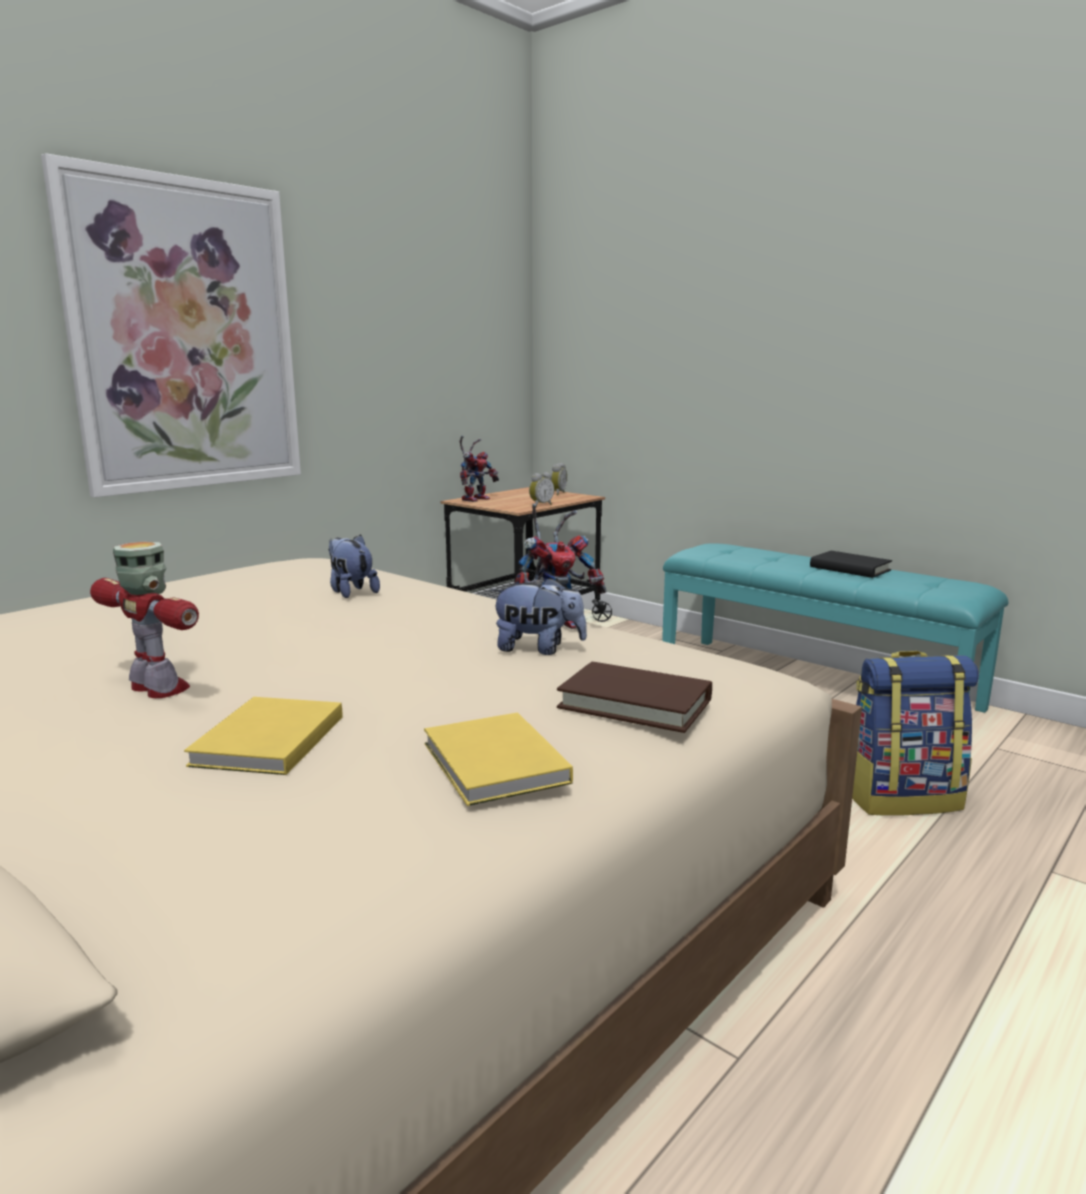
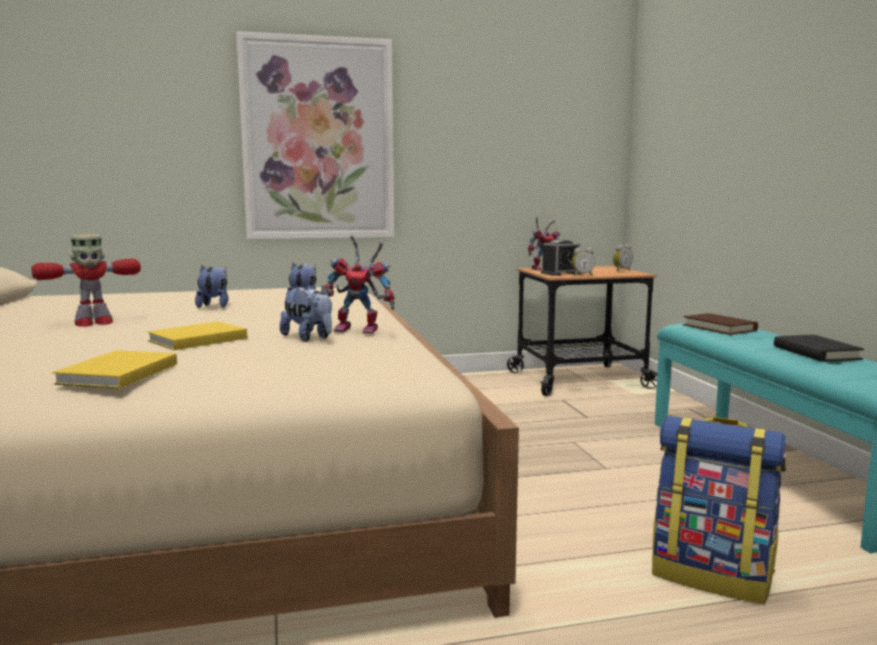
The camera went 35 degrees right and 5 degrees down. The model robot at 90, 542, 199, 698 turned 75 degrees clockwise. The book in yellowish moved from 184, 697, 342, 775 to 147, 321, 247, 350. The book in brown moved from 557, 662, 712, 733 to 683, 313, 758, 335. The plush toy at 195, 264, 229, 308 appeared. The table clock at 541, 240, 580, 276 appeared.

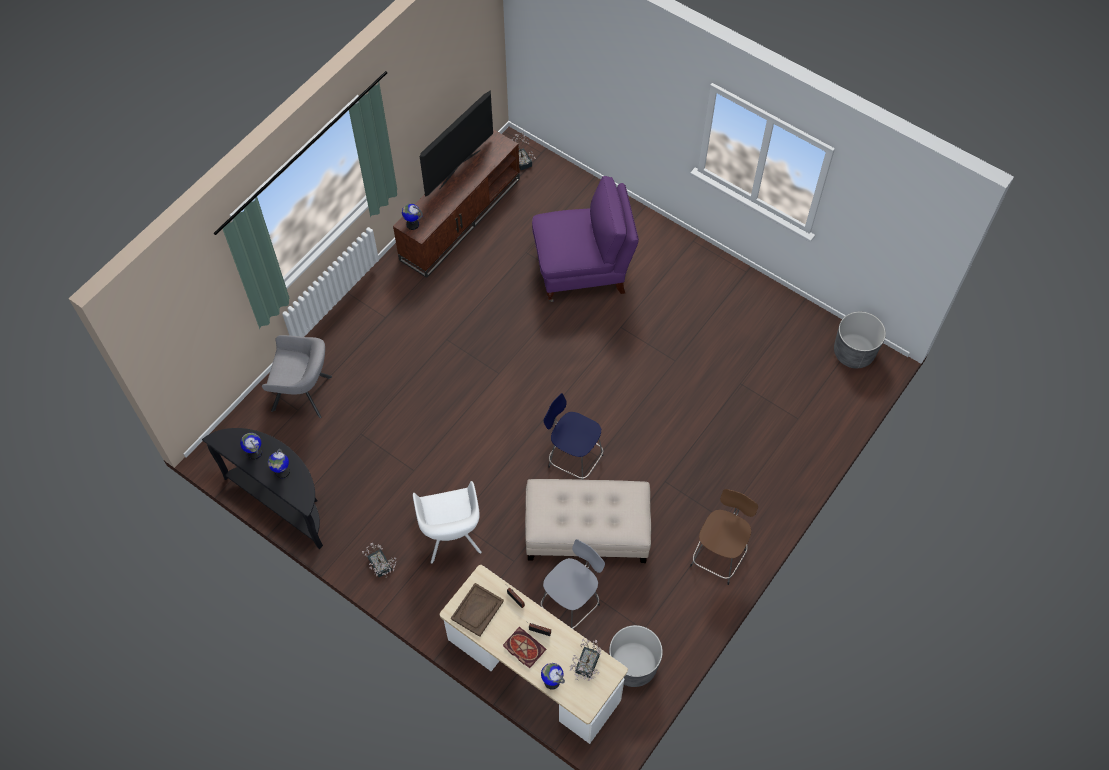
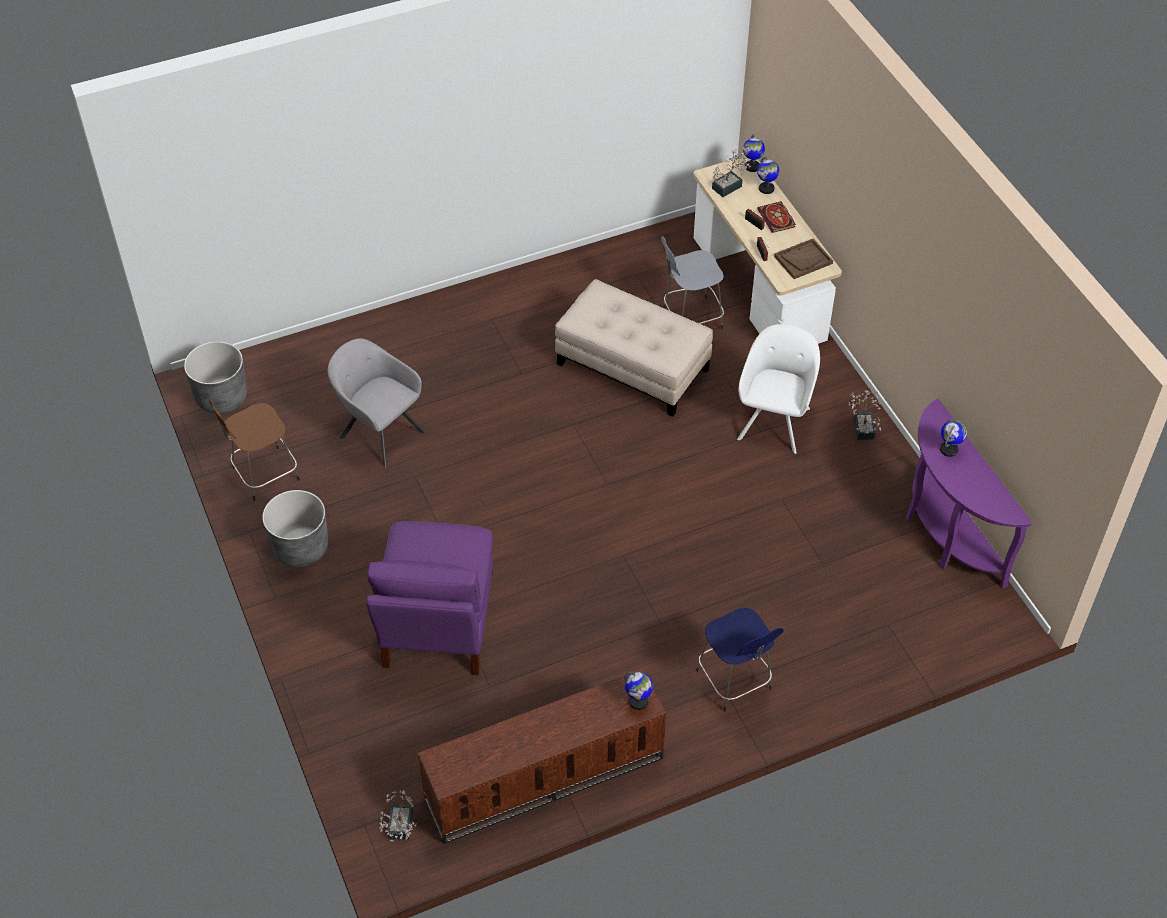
The camera went 150 degrees left and 10 degrees down. The narrow table in black-coloured at 202, 428, 323, 549 became the narrow table in purplish at 906, 398, 1032, 588. The world globe moved from 240, 433, 262, 460 to 743, 134, 765, 172. The lounge chair in gray moved from 262, 335, 332, 418 to 328, 338, 426, 468. The television at 420, 90, 493, 197 disappeared. The lounge chair in purplish at 532, 176, 639, 302 turned 105 degrees counterclockwise. The stool seat in blue-coloured moved from 544, 393, 603, 480 to 696, 608, 784, 712. The flower pot in gray moved from 609, 625, 663, 687 to 262, 490, 328, 567. The stool seat in brown moved from 690, 489, 758, 585 to 209, 400, 300, 501.

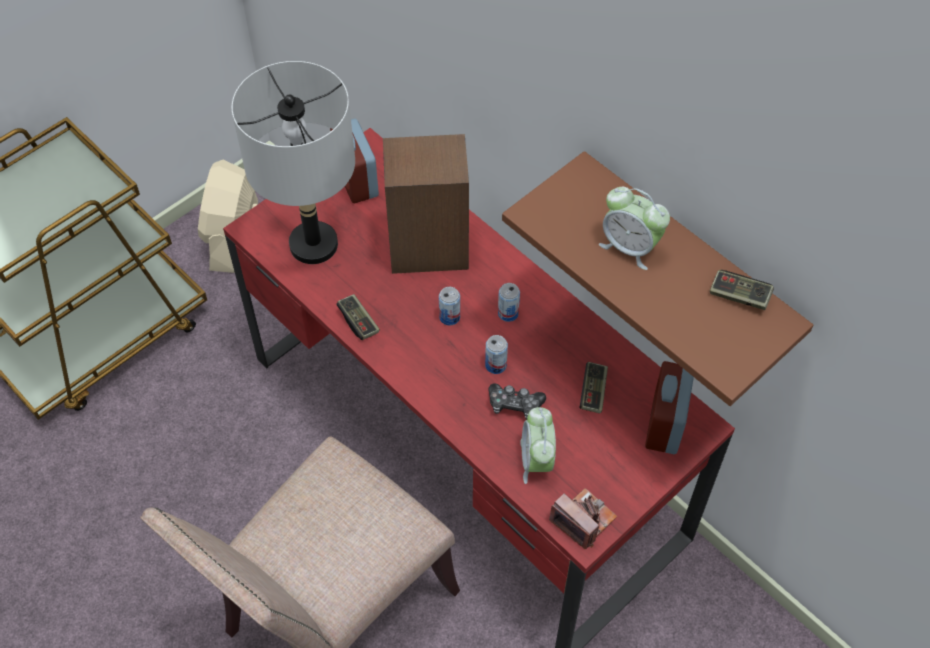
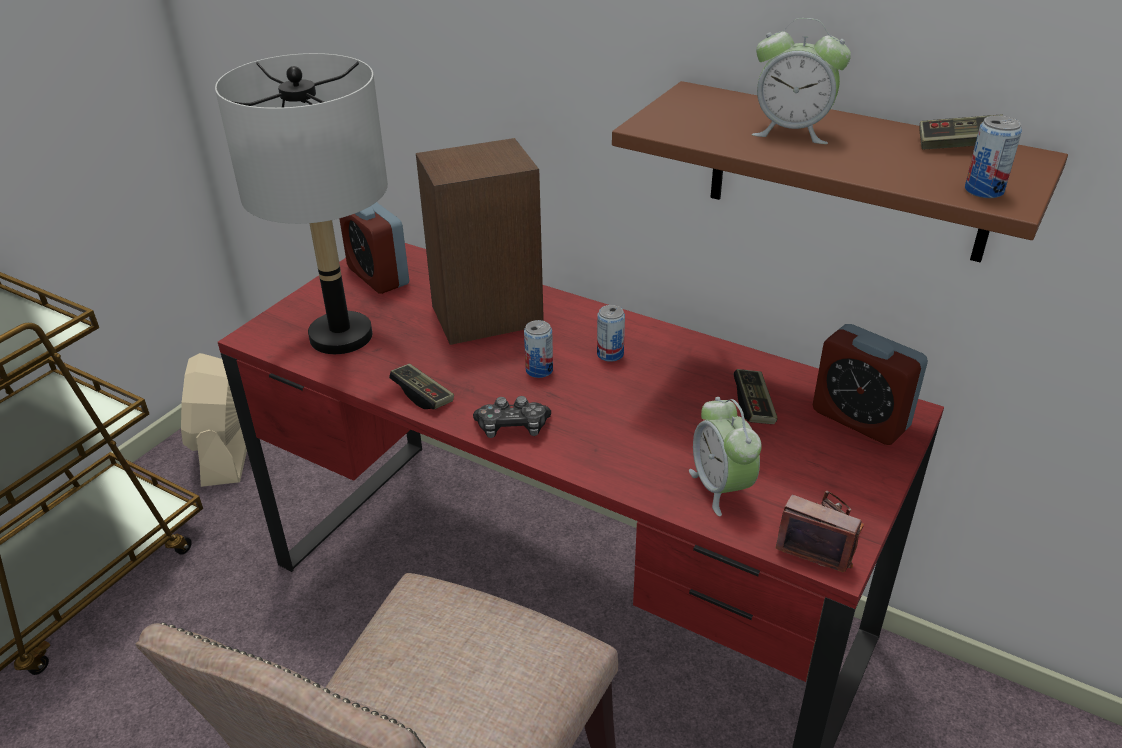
The camera went 15 degrees left and 20 degrees down. The can moved from 485, 335, 508, 374 to 965, 115, 1022, 198. The joypad moved from 488, 384, 546, 419 to 473, 396, 551, 438. The table clock at 645, 361, 694, 454 turned 45 degrees counterclockwise.

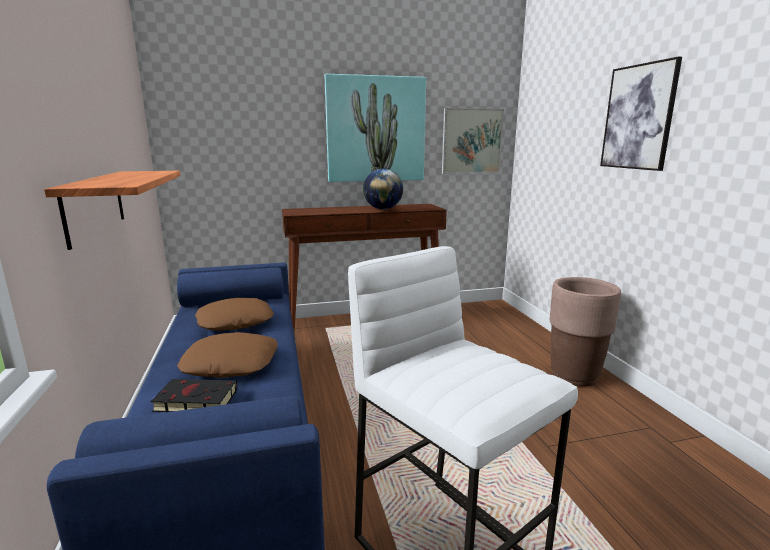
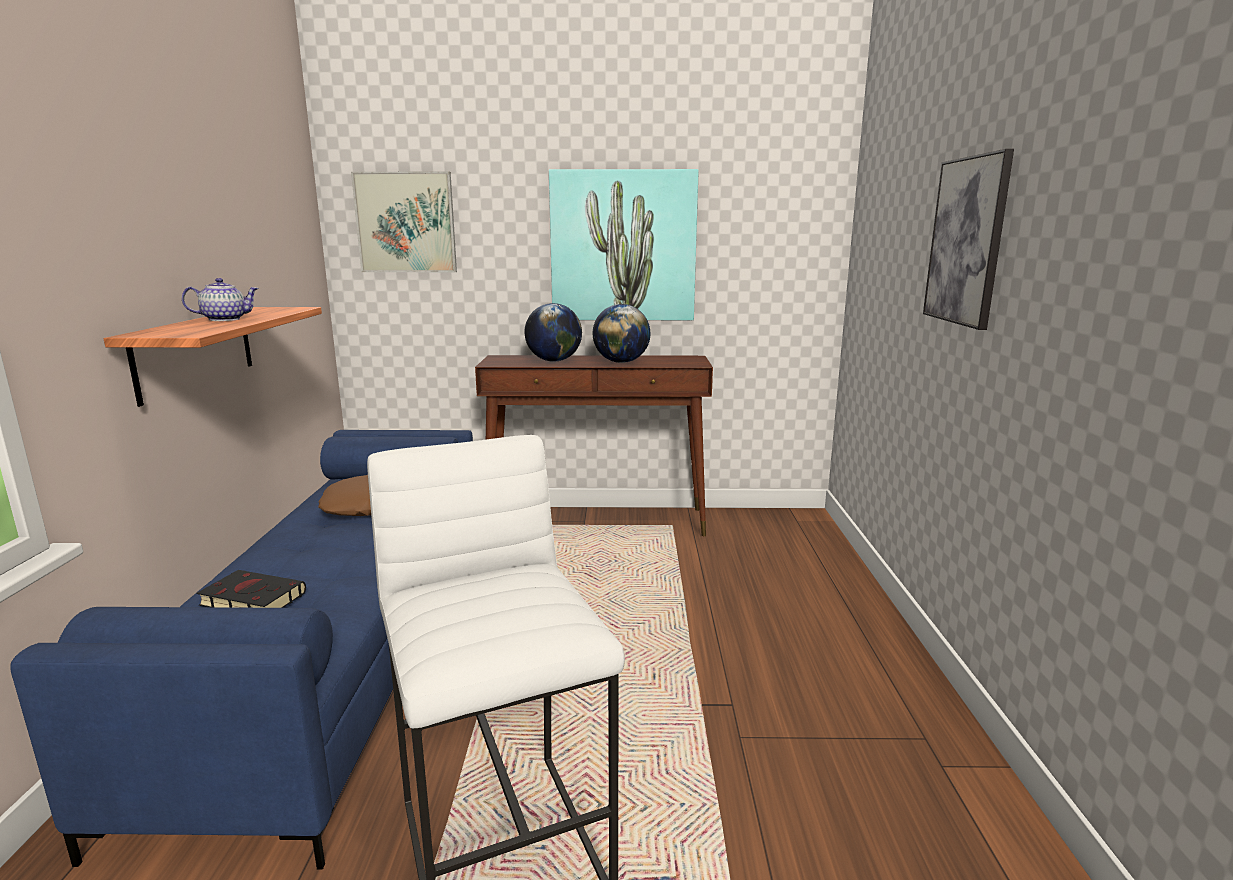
The camera went 15 degrees right and 0 degrees up. The cushion in brown at 177, 332, 277, 378 disappeared. The picture moved from 442, 108, 504, 174 to 351, 172, 457, 272. The flower pot in brown at 550, 277, 621, 387 disappeared. The teapot at 182, 278, 259, 321 appeared. The world globe at 525, 303, 582, 362 appeared.

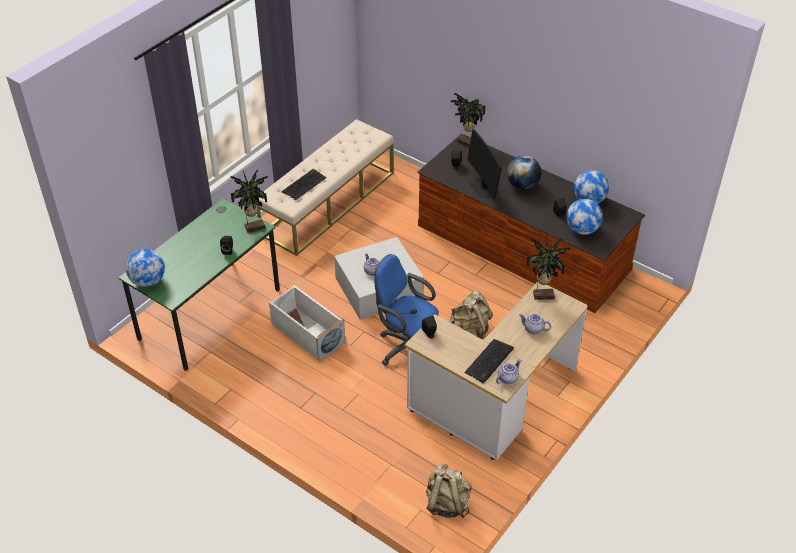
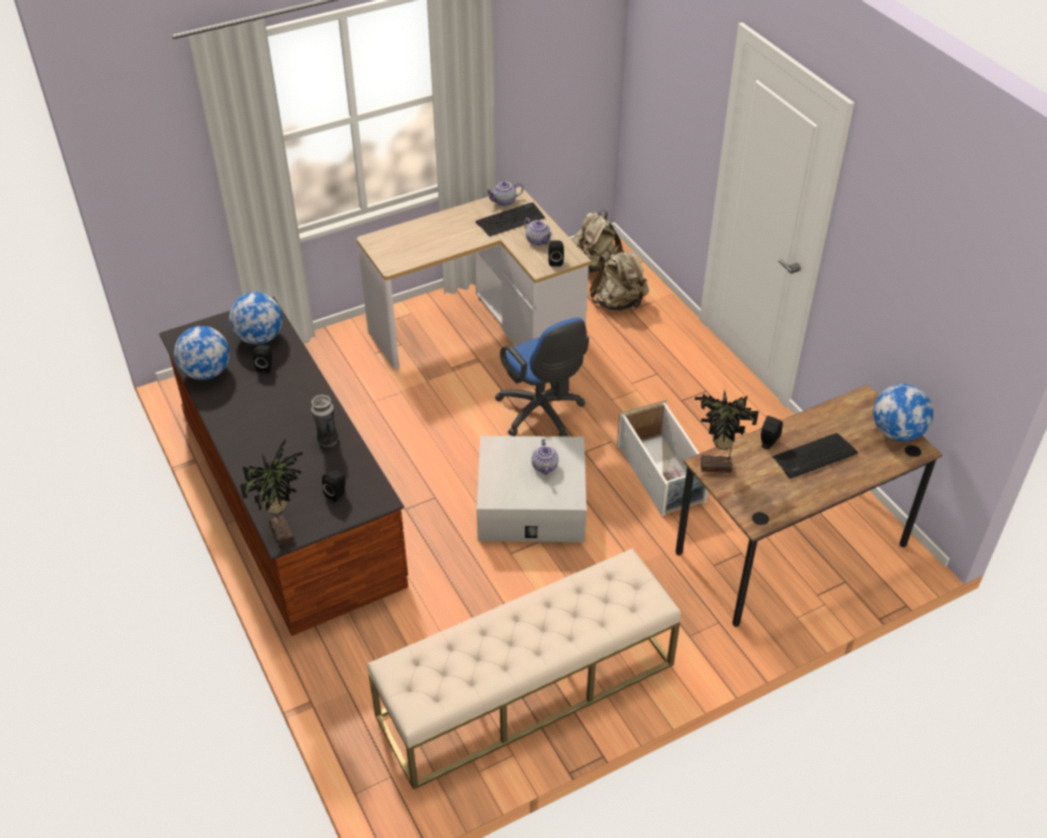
The camera went 155 degrees left and 0 degrees up. The desk unit in green-coloured at 118, 198, 280, 371 became the desk unit in brown at 675, 384, 943, 627. The computer keyboard moved from 282, 169, 326, 200 to 772, 433, 858, 479. The rucksack in sand-coloured moved from 449, 291, 493, 339 to 590, 245, 649, 310. The computer screen at 467, 129, 502, 199 was replaced by the vase at 311, 395, 339, 447. The world globe at 507, 155, 541, 190 disappeared. The teapot moved from 519, 314, 551, 334 to 523, 218, 553, 246. The plant in a pot at 527, 237, 571, 300 disappeared.

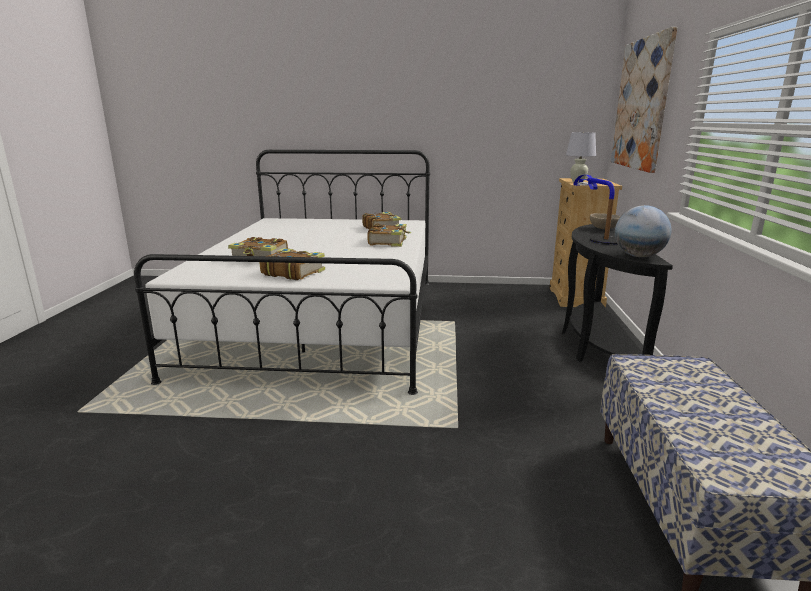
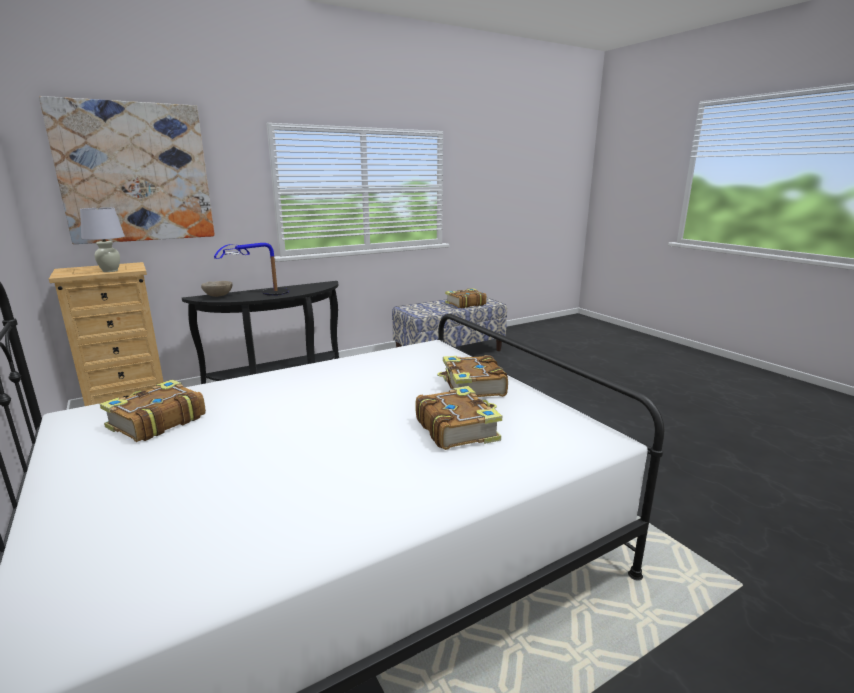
The camera went 125 degrees left and 0 degrees up. The book moved from 367, 223, 412, 247 to 445, 288, 487, 308. The world globe at 615, 205, 671, 257 disappeared.

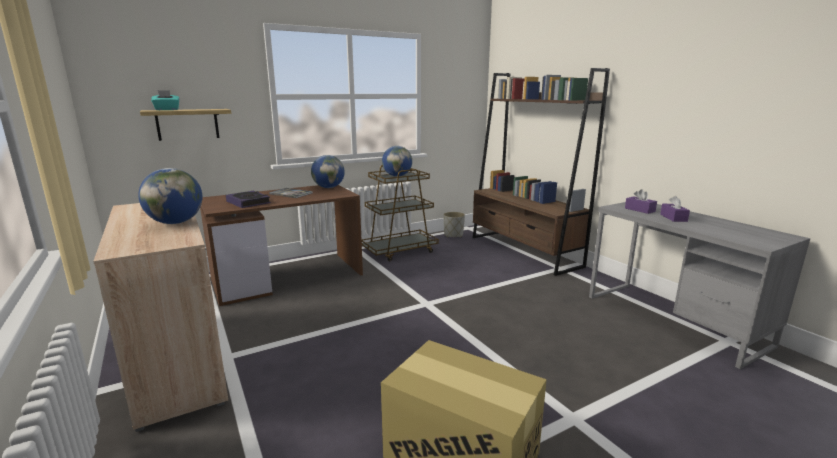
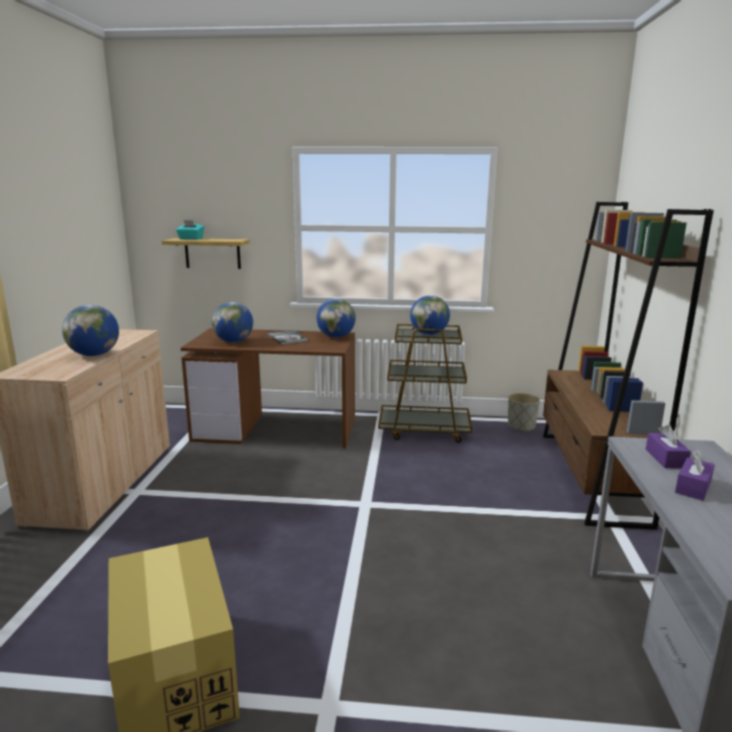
The camera went 35 degrees right and 0 degrees up. The book at 226, 191, 271, 208 was replaced by the world globe at 212, 302, 253, 343.

